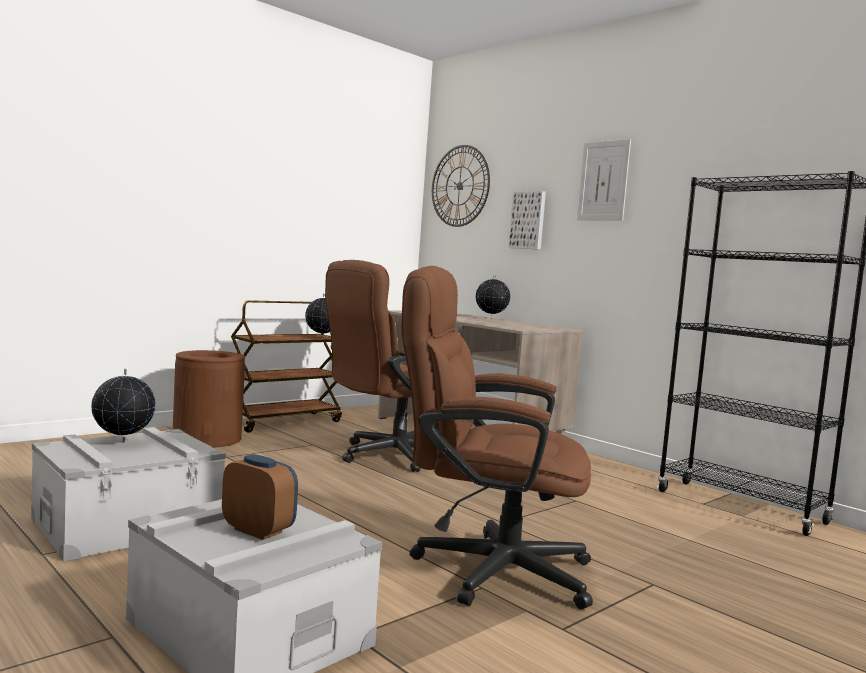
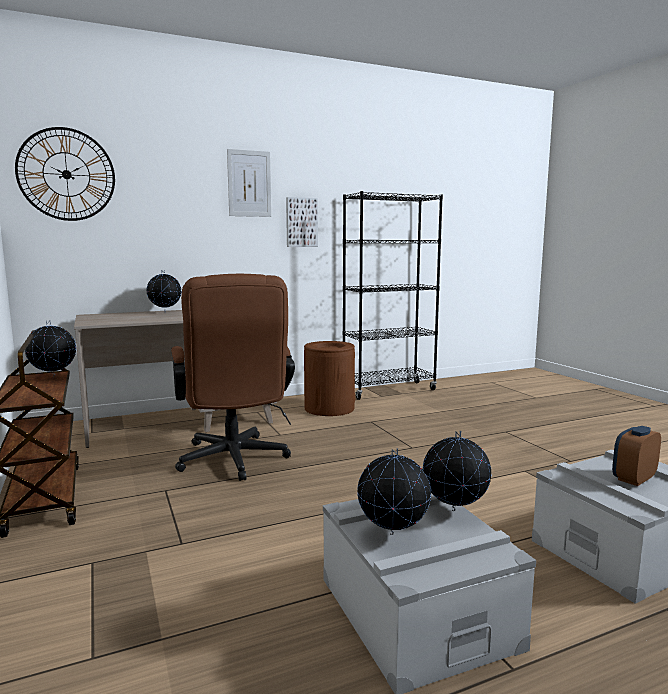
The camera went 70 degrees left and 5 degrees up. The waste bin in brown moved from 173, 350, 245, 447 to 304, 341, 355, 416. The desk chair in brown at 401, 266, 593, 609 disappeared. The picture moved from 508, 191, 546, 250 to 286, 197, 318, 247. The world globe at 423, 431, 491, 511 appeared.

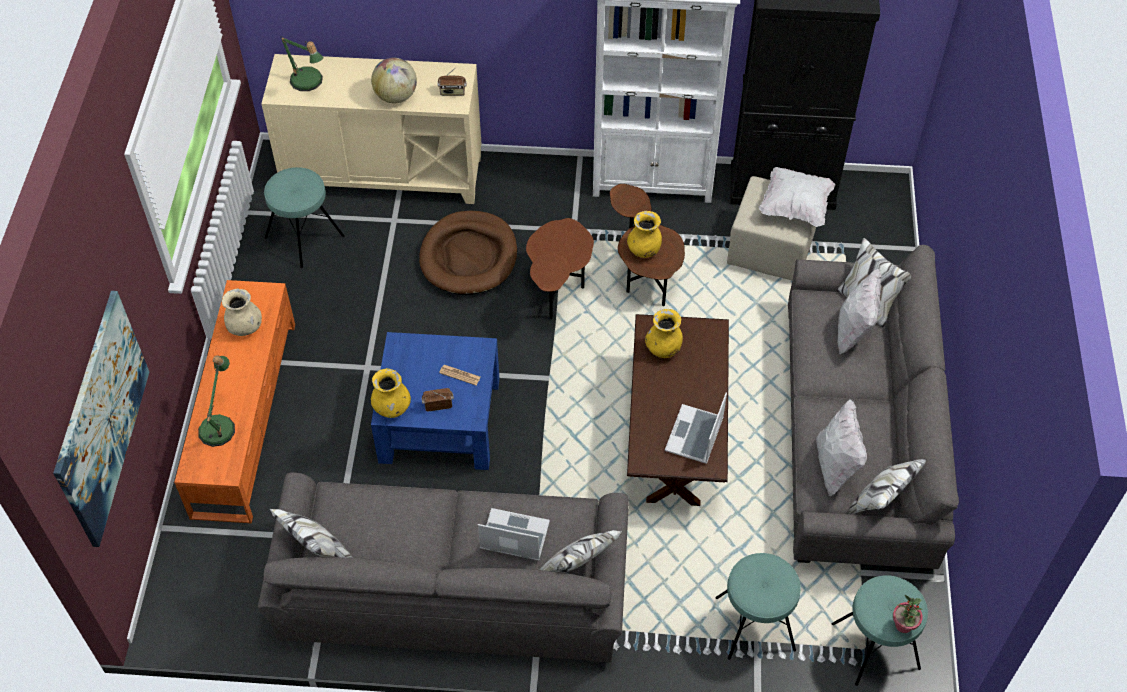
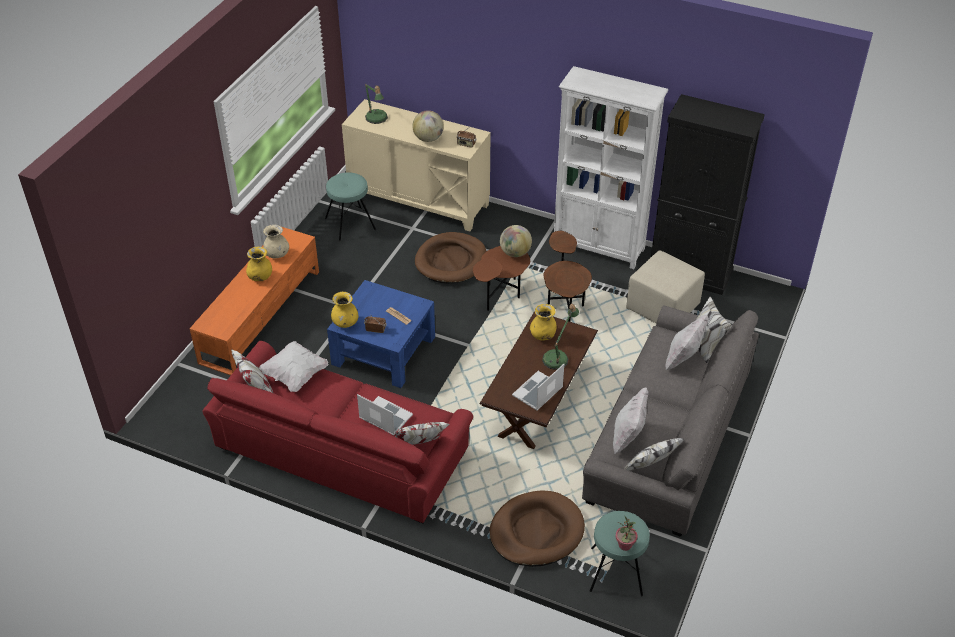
The camera went 20 degrees right and 10 degrees down. The picture at 53, 291, 149, 547 disappeared. The tabletop lamp moved from 198, 355, 235, 447 to 542, 304, 579, 370. The sofa in gray at 258, 472, 629, 663 became the sofa in reddish at 202, 341, 473, 524. The vase in yellowish moved from 627, 211, 662, 258 to 246, 247, 272, 281. The stool seat in turquoise at 715, 553, 801, 660 was replaced by the pet bed in brown at 490, 491, 585, 567. The cushion in white moved from 759, 167, 835, 227 to 259, 341, 328, 392. The world globe at 500, 225, 532, 257 appeared.

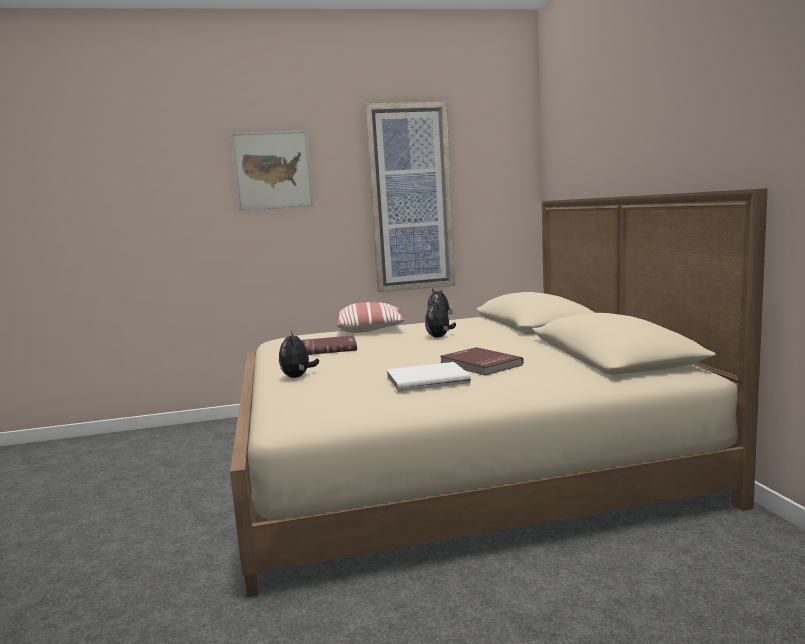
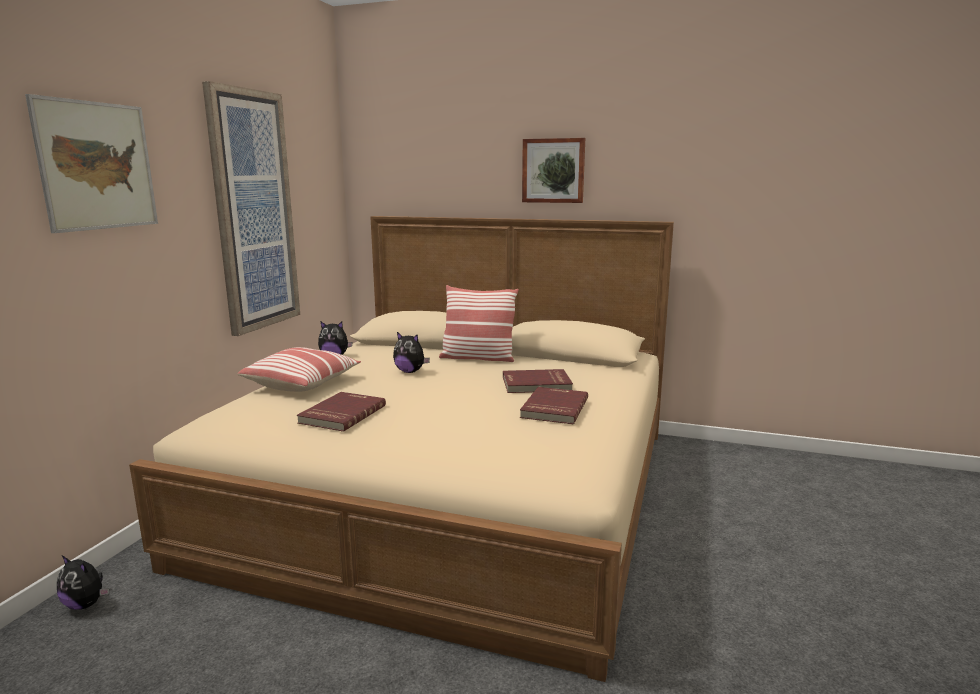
The camera went 60 degrees left and 5 degrees up. The plush toy moved from 279, 331, 319, 378 to 57, 556, 110, 610. The book in white at 387, 362, 471, 392 became the book in reddish at 520, 387, 588, 424. The cushion at 439, 285, 519, 362 appeared. The picture at 522, 138, 585, 203 appeared.

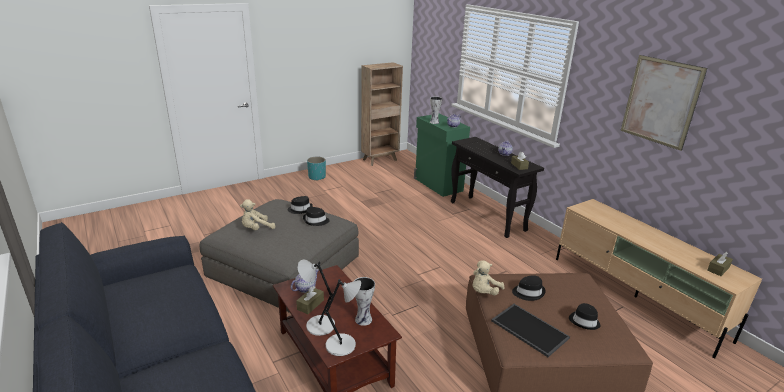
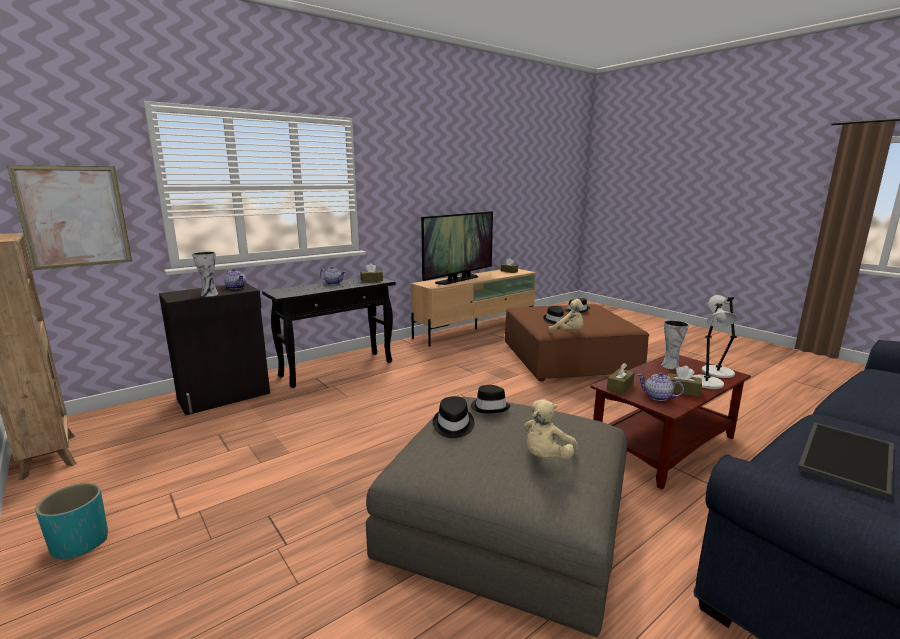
The camera went 95 degrees left and 10 degrees down. The plush toy in sand-coloured at 240, 199, 275, 230 turned 75 degrees clockwise. The storage cabinet in green-coloured at 414, 114, 470, 197 became the storage cabinet in black-coloured at 159, 283, 270, 415. The tray moved from 491, 304, 570, 357 to 798, 422, 894, 499. The picture moved from 621, 55, 707, 151 to 7, 165, 132, 270. The television at 421, 211, 493, 285 appeared. The tissue holder in brown at 607, 363, 635, 394 appeared.

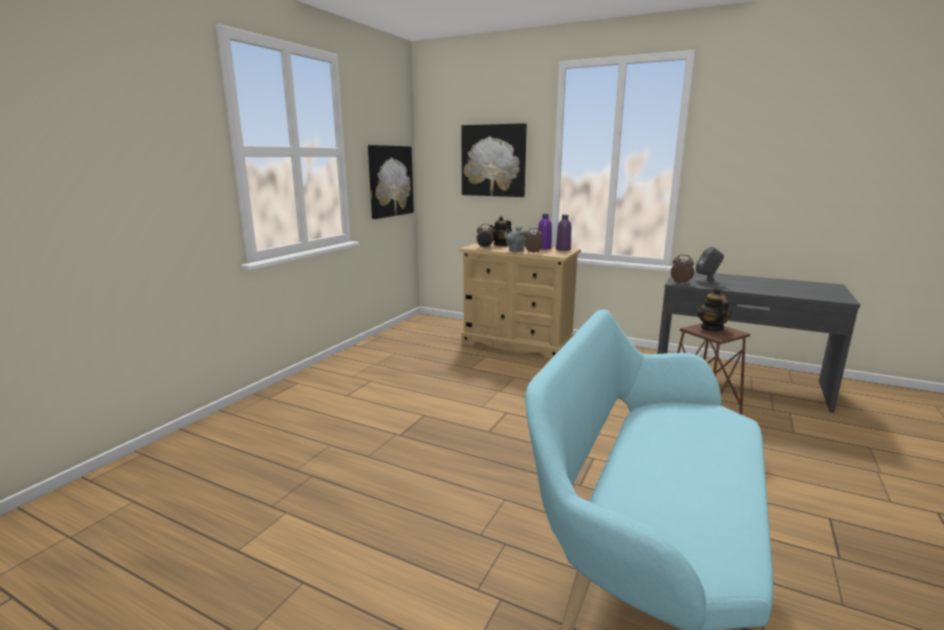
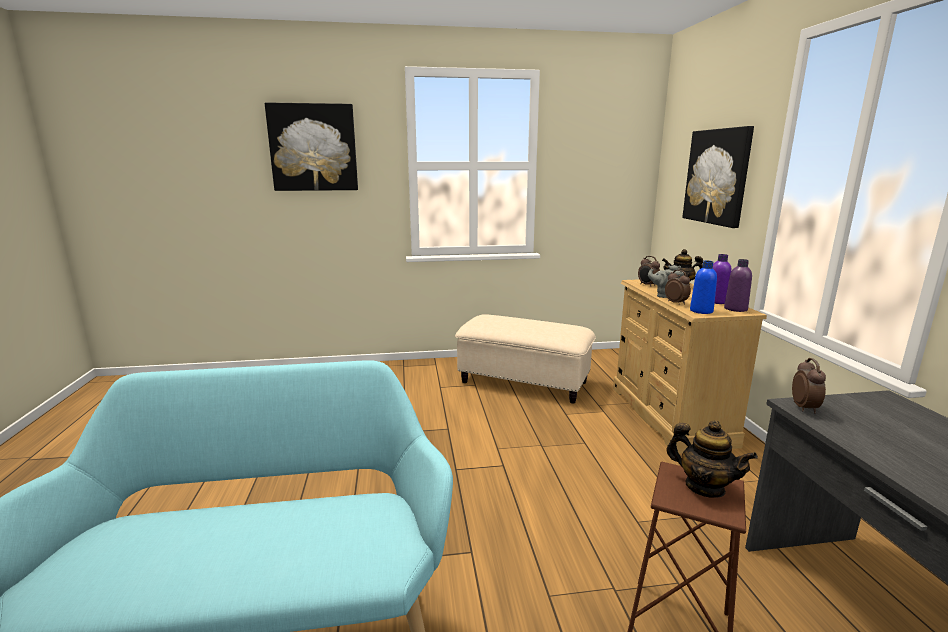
The camera went 55 degrees right and 0 degrees up. The picture moved from 368, 145, 414, 219 to 265, 102, 358, 191. The audio speaker in gray at 694, 247, 724, 284 disappeared. The teapot at 698, 287, 731, 331 turned 75 degrees clockwise. The ottoman in sand-coloured at 455, 314, 596, 404 appeared. The beverage bottle in blue-coloured at 690, 261, 717, 314 appeared.

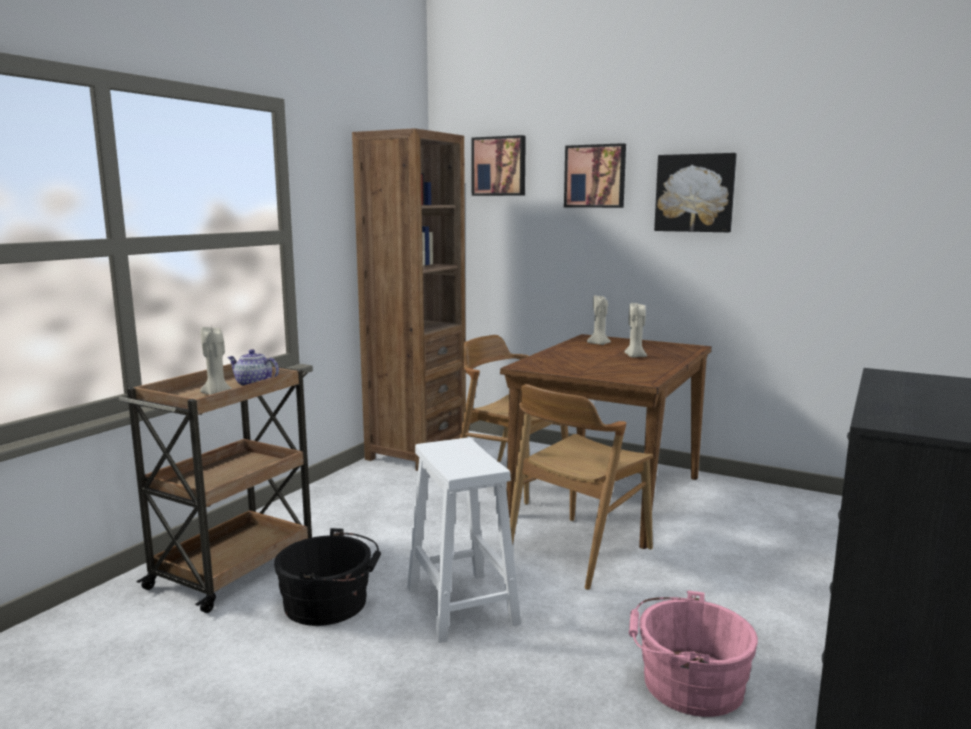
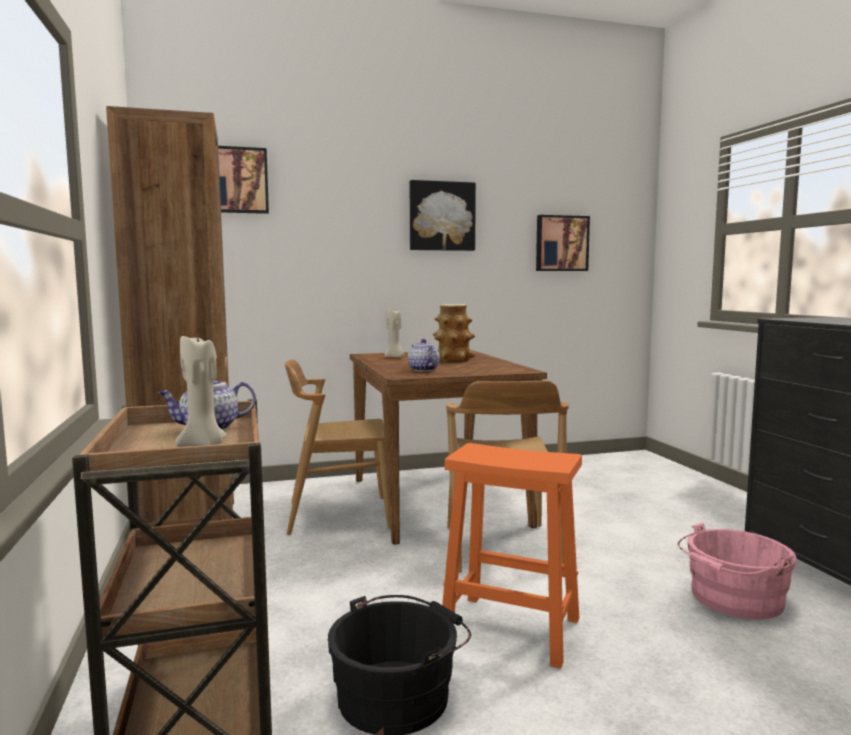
The camera went 45 degrees left and 5 degrees down. The stool seat in white at 407, 438, 521, 643 became the stool seat in orange at 442, 443, 582, 669. The picture moved from 564, 143, 626, 208 to 536, 215, 590, 271. The candle in sand-coloured at 625, 303, 647, 358 was replaced by the vase at 433, 304, 475, 362. The teapot at 408, 339, 440, 371 appeared.

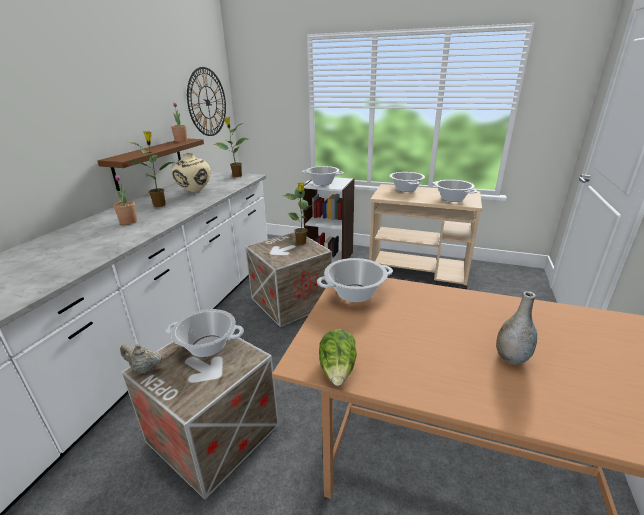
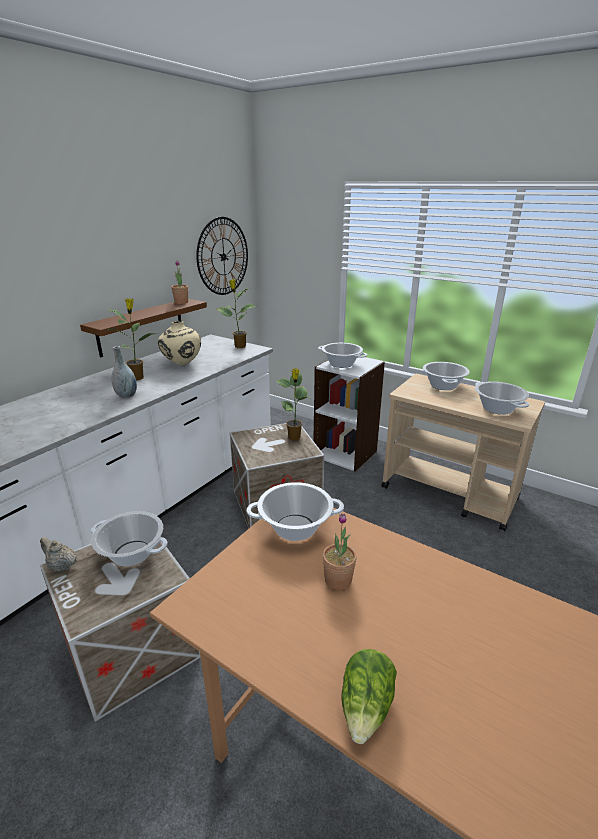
The camera went 15 degrees right and 0 degrees up. The plant in a pot moved from 113, 175, 137, 225 to 323, 513, 356, 590. The lettuce moved from 319, 329, 357, 386 to 341, 649, 397, 744. The vase in gray moved from 496, 291, 537, 365 to 112, 346, 137, 398.

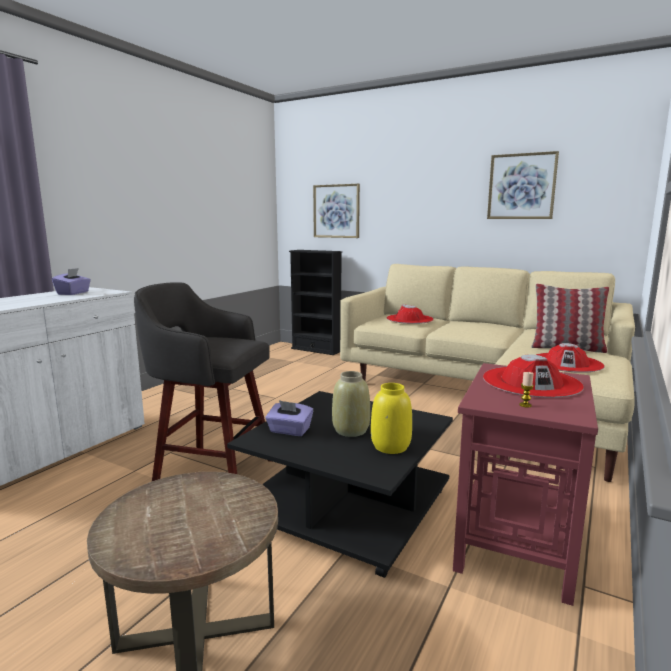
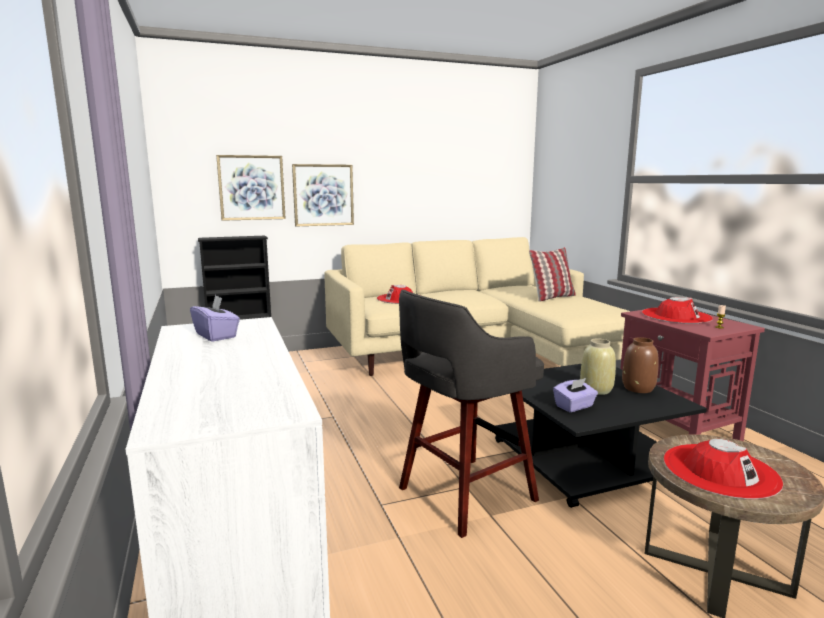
The camera went 50 degrees left and 0 degrees up. The vase in yellowish at 371, 383, 412, 454 became the vase in brown at 622, 337, 659, 393. The picture moved from 487, 151, 559, 219 to 292, 164, 354, 226. The wearable hat in reddish moved from 536, 343, 605, 373 to 663, 439, 783, 499.

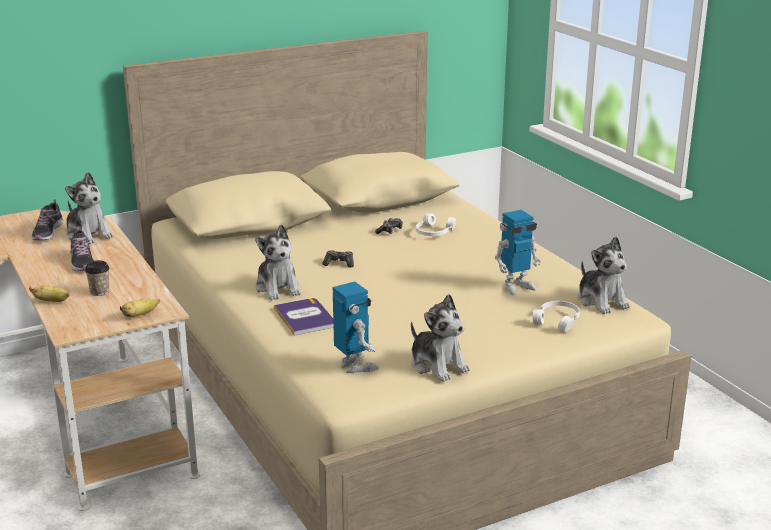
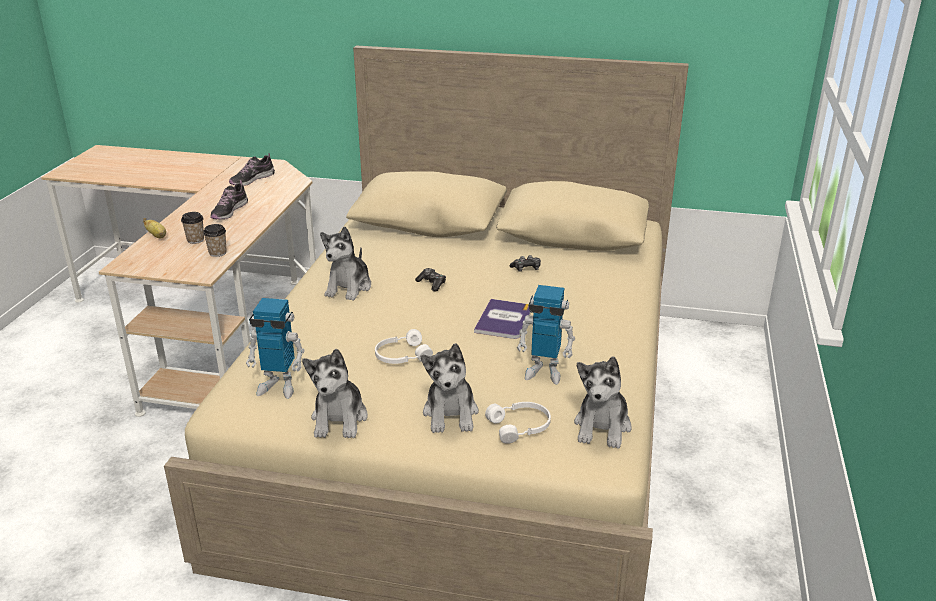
The camera went 40 degrees right and 5 degrees up. The plush toy moved from 65, 172, 114, 244 to 421, 343, 479, 433. The banana fruit at 120, 299, 160, 317 disappeared. The book moved from 274, 298, 334, 336 to 474, 299, 531, 339. The model robot at 332, 281, 379, 373 turned 90 degrees clockwise. The headphones in white moved from 416, 213, 456, 236 to 375, 329, 433, 364. The cup at 203, 224, 227, 257 appeared.

